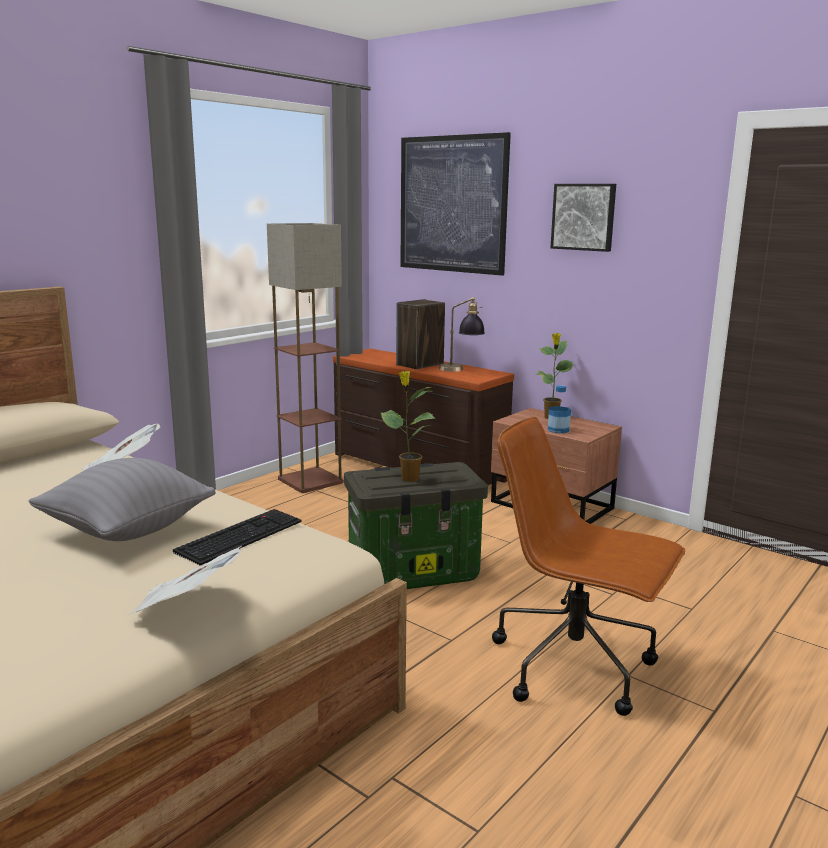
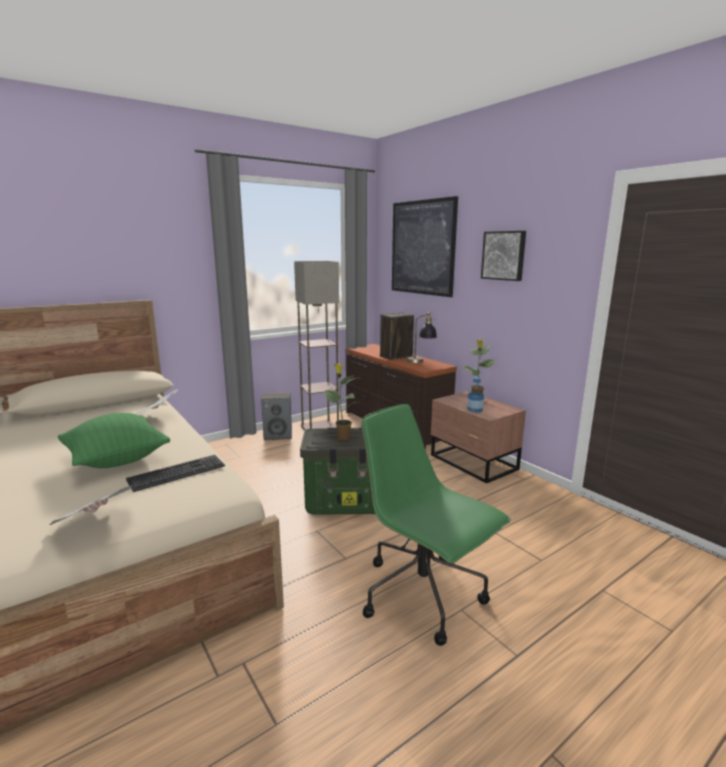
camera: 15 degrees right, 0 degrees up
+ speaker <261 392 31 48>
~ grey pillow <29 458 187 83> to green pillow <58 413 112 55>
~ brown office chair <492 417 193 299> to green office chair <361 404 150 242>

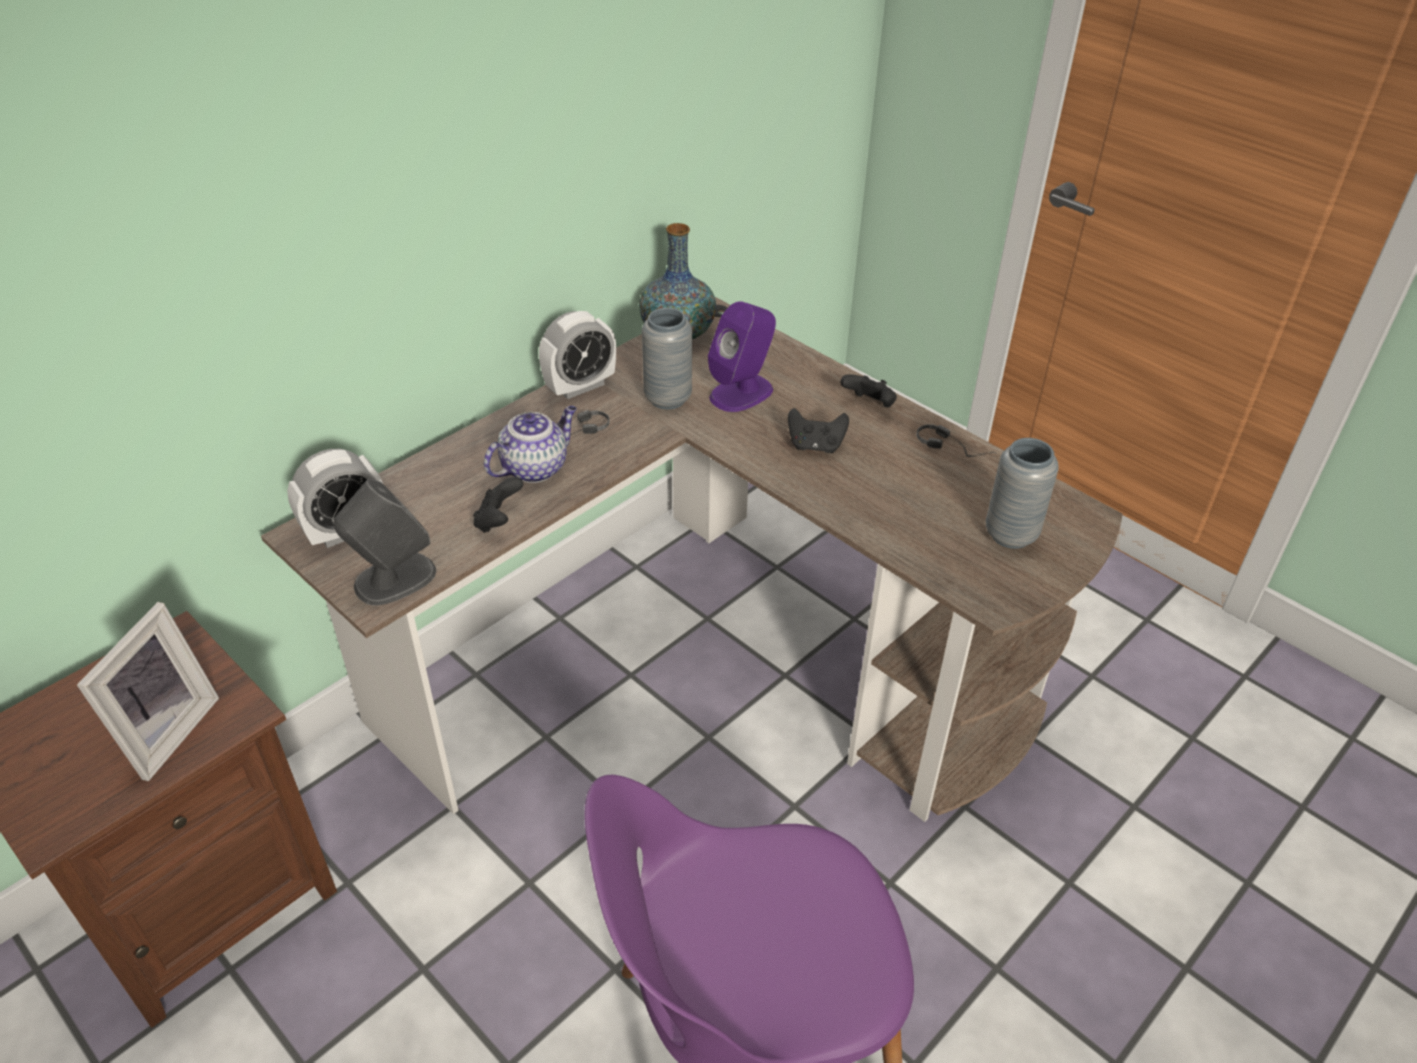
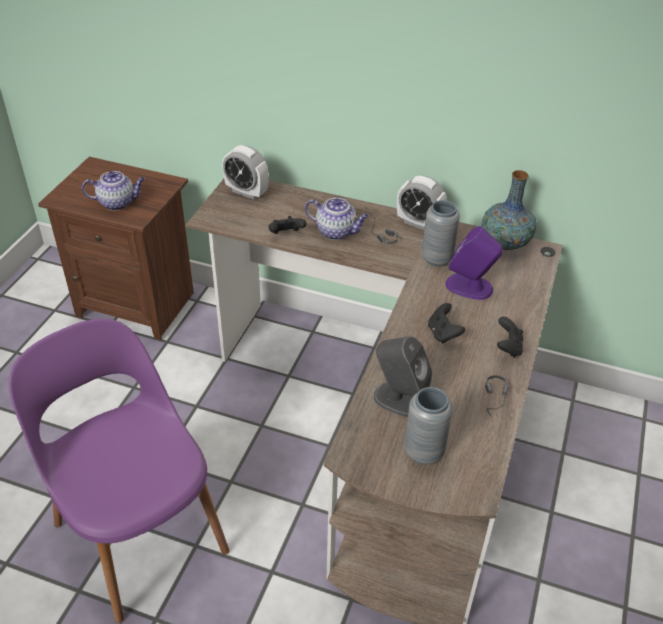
camera: 65 degrees right, 0 degrees up
~ grey speaker <334 479 102 127> to <374 336 58 81>
~ picture frame <77 602 142 179> to teapot <82 171 63 39>

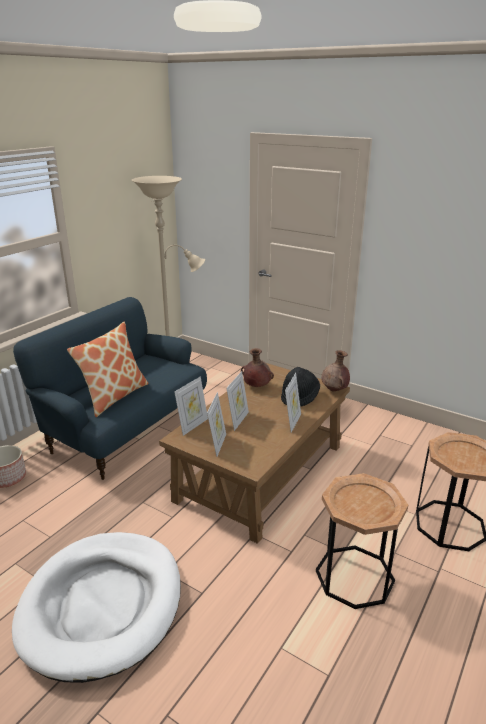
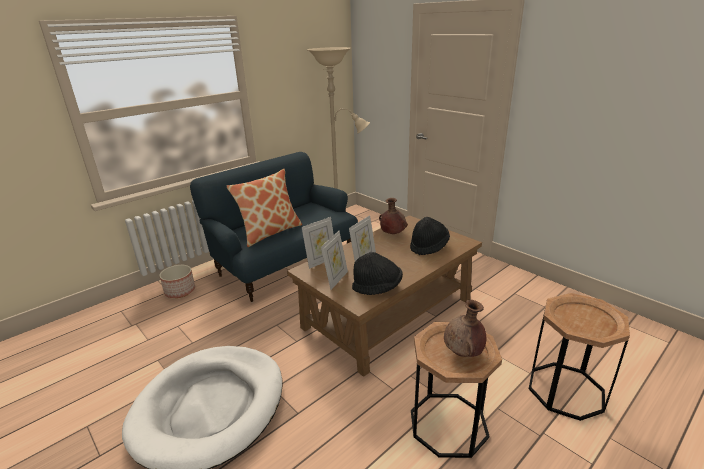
camera: 15 degrees right, 0 degrees up
- picture frame <285 373 16 60>
+ black hat <352 252 51 43>
~ brown vase <321 350 29 41> to <444 300 42 57>

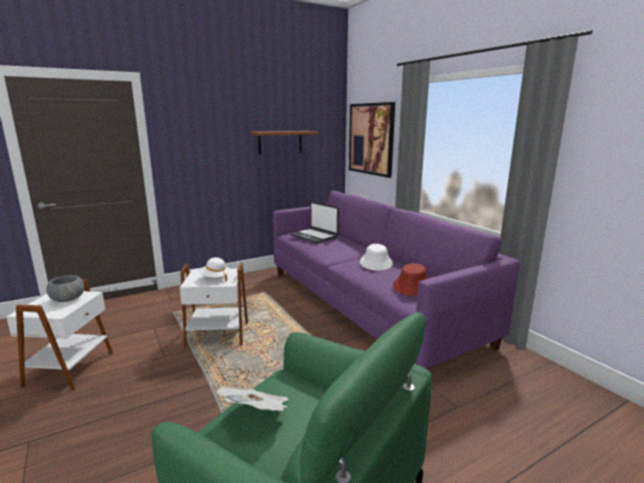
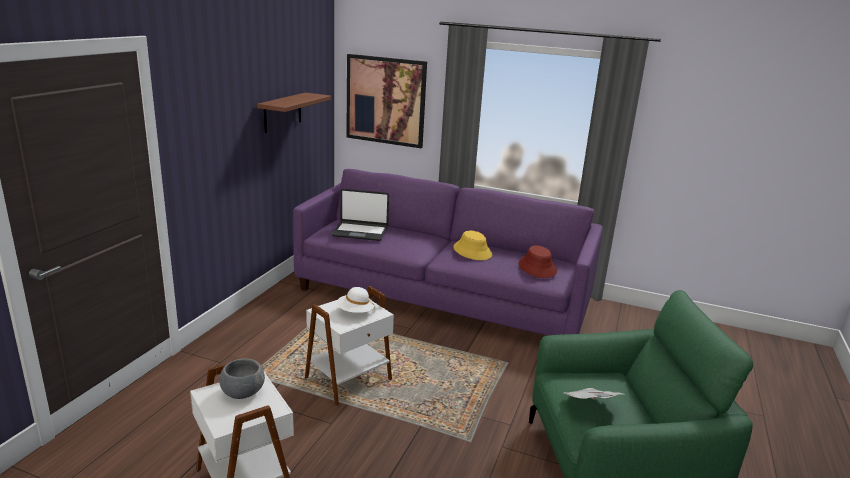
camera: 40 degrees left, 5 degrees up
~ white hat <360 244 33 27> to yellow hat <453 230 39 30>

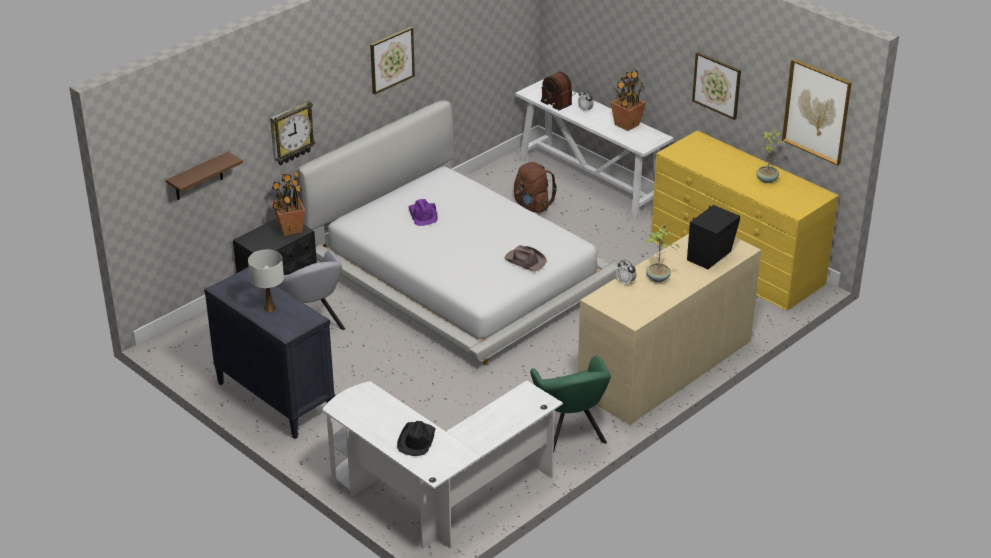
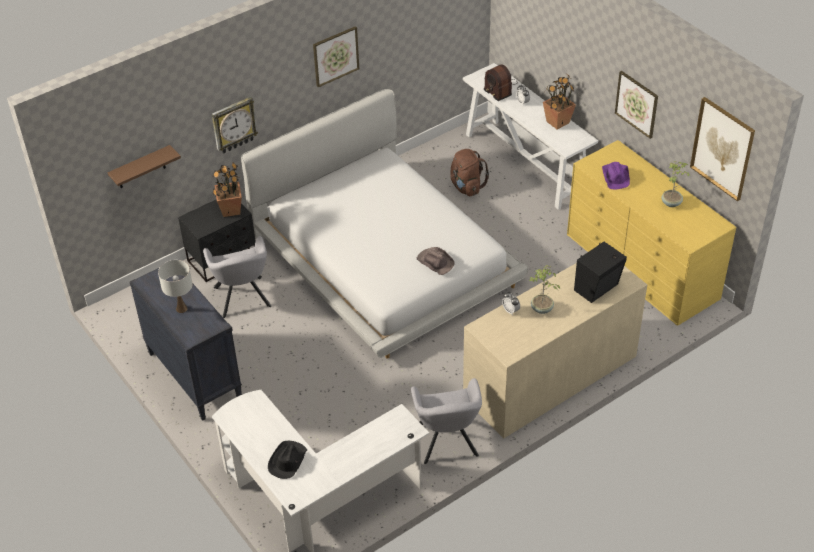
camera: 10 degrees right, 10 degrees up
~ purple hat <408 199 30 27> to <602 162 28 27>
~ green armchair <530 356 81 94> to grey armchair <411 378 71 86>

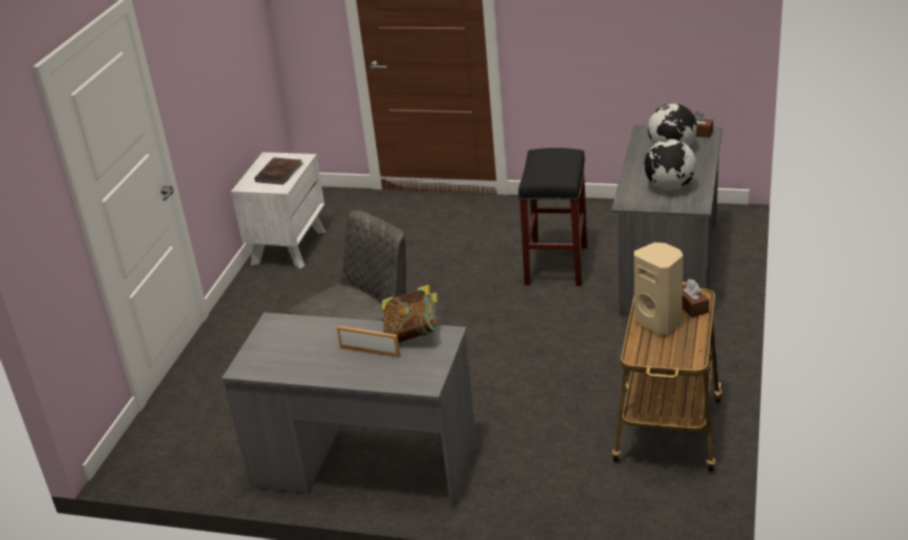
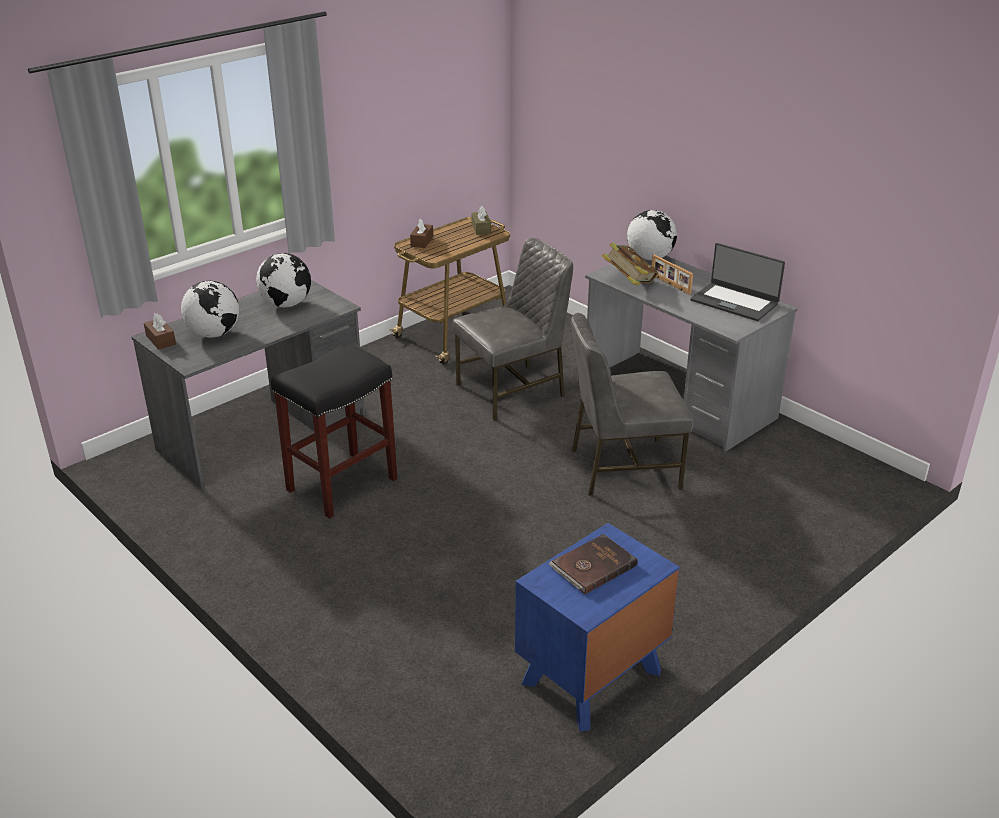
camera: 150 degrees left, 0 degrees up
- beige speaker <634 242 49 93>
+ grey chair <452 238 121 183>
+ brown tissue box <471 206 20 29>
+ globe <627 210 50 50>
+ laptop <690 243 95 78>
~ white nightstand <231 152 95 117> to blue nightstand <515 523 165 209>

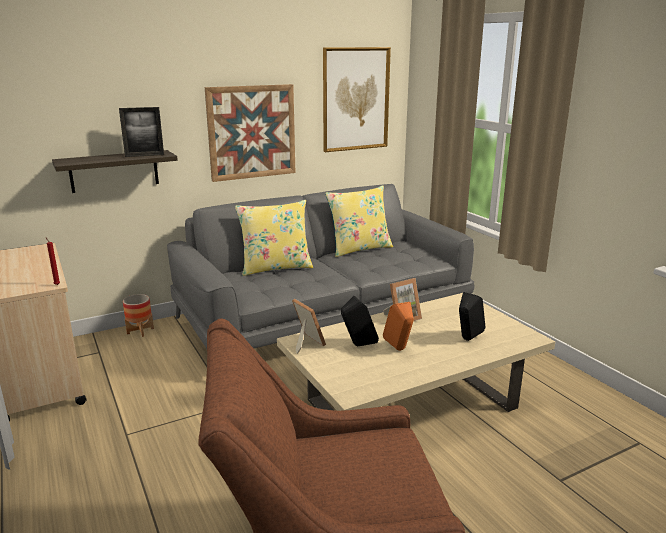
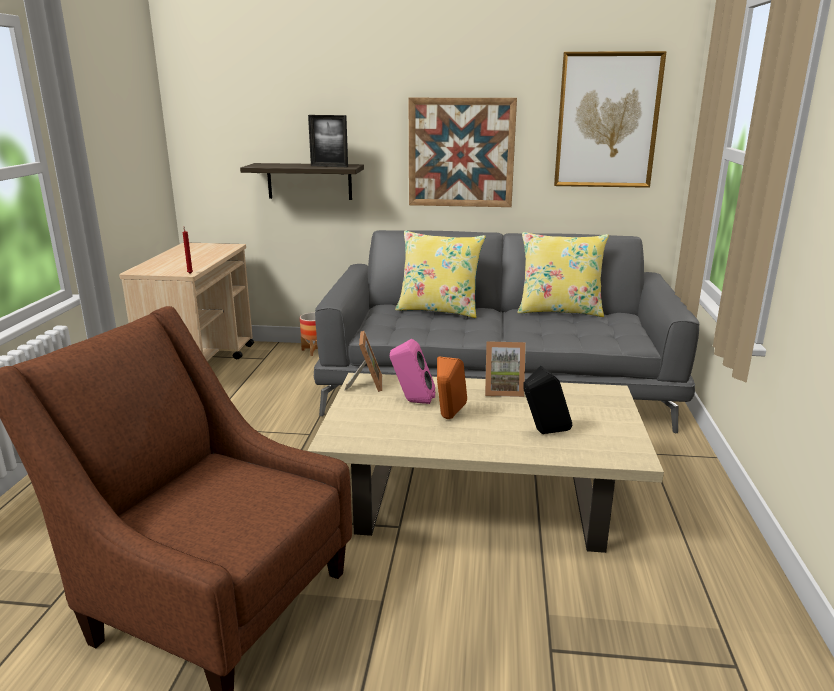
camera: 35 degrees right, 0 degrees up
~ black speaker <341 296 38 50> to pink speaker <390 339 45 65>

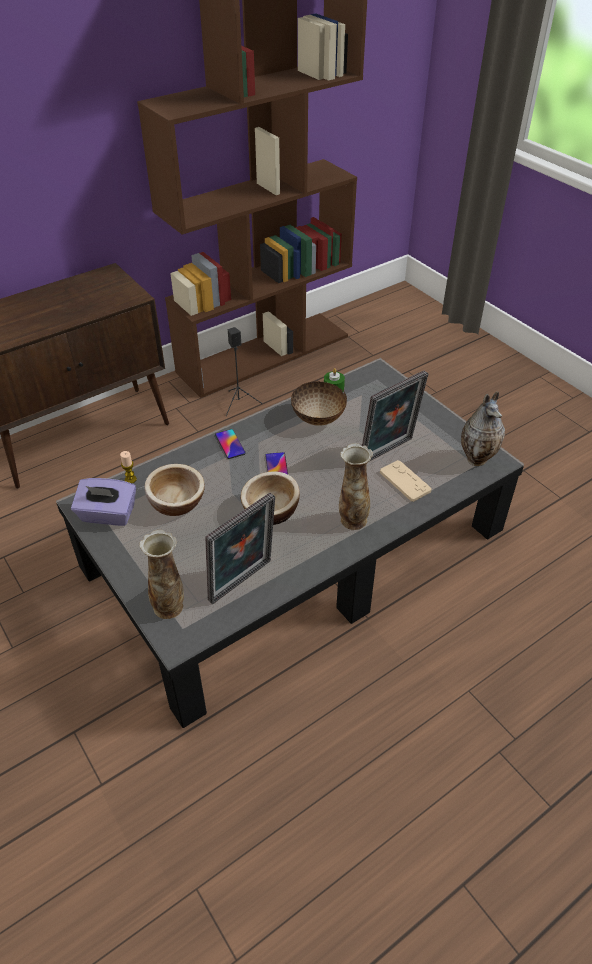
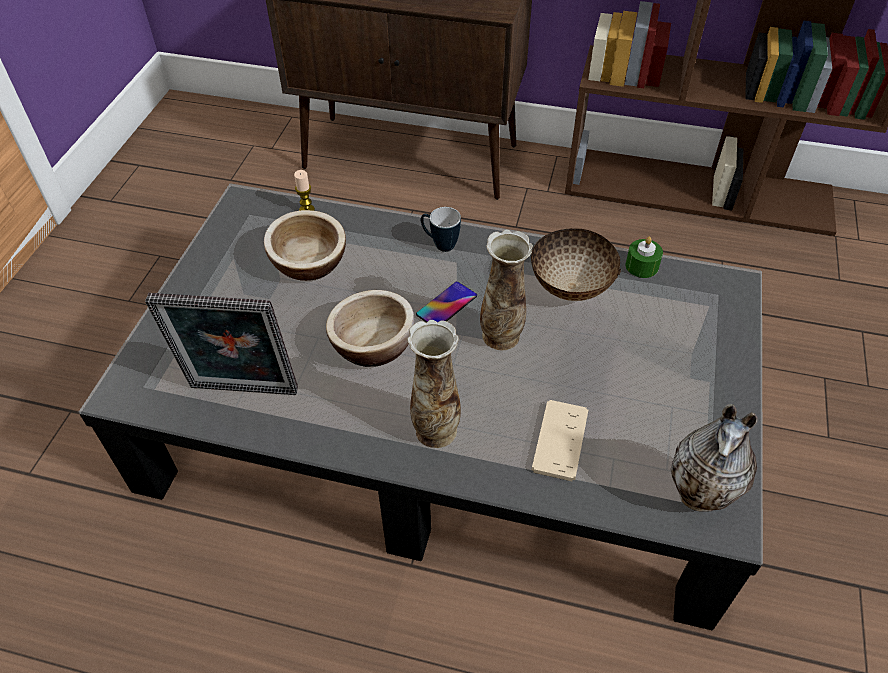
camera: 50 degrees right, 5 degrees up
- purple tissue box <71 478 65 48>
- black speaker <226 327 36 89>
- picture frame <362 370 66 91>
~ vase <139 530 45 89> to <480 229 53 121>
~ phone <215 429 31 30> to mug <421 207 40 45>

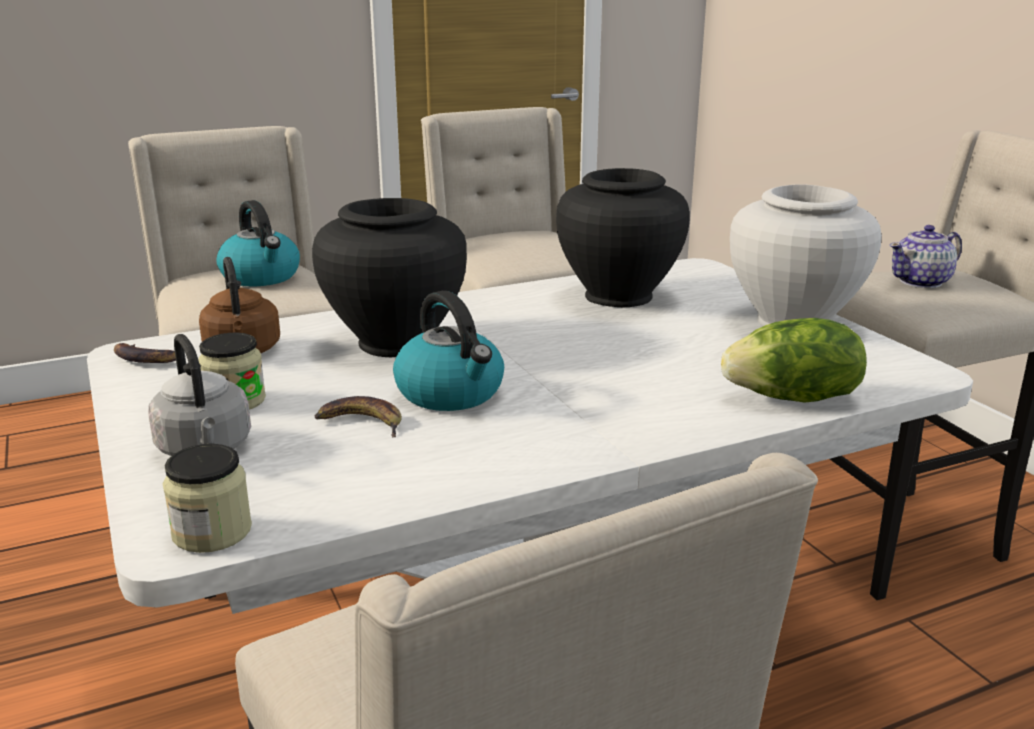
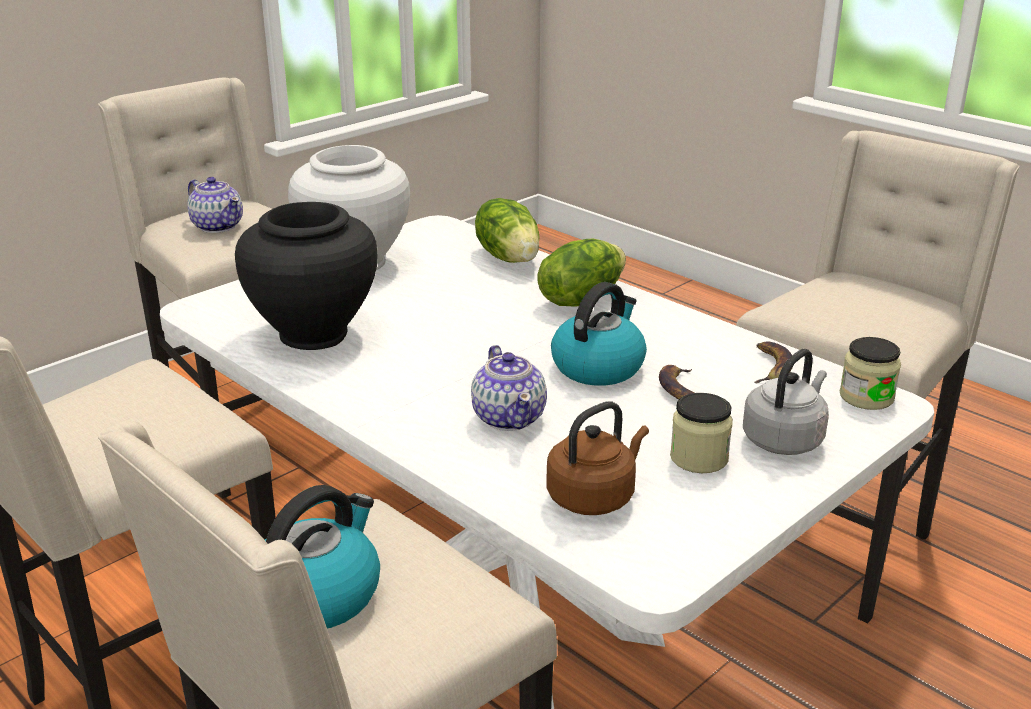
camera: 110 degrees left, 5 degrees up
+ lettuce <537 239 89 68>
~ banana <114 343 62 20> to <754 341 39 42>
~ black vase <312 198 155 159> to teapot <471 345 76 86>

